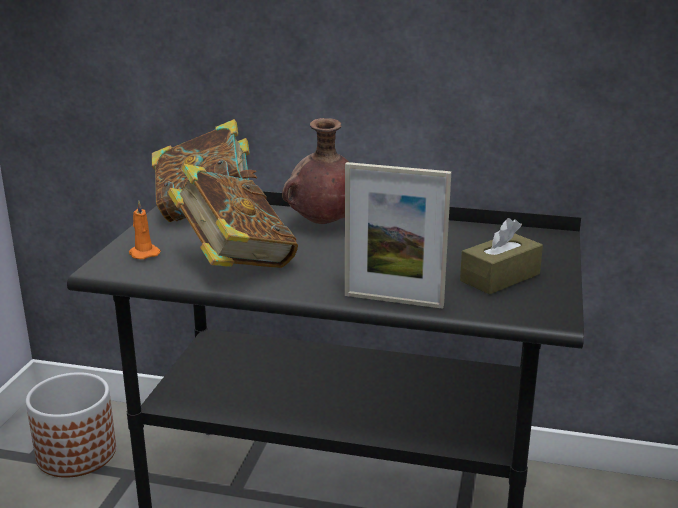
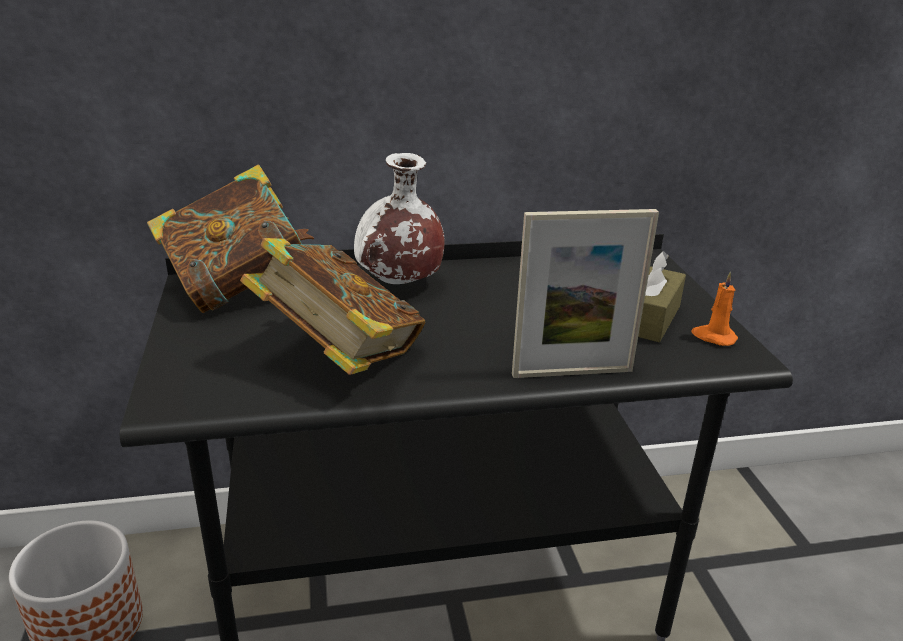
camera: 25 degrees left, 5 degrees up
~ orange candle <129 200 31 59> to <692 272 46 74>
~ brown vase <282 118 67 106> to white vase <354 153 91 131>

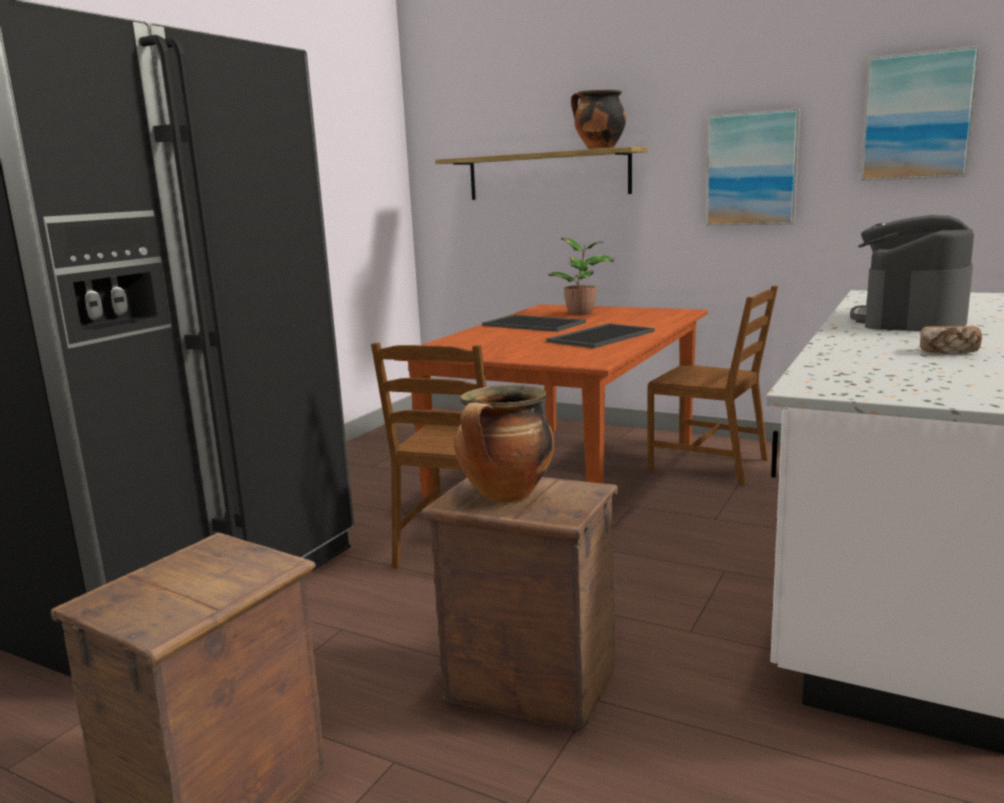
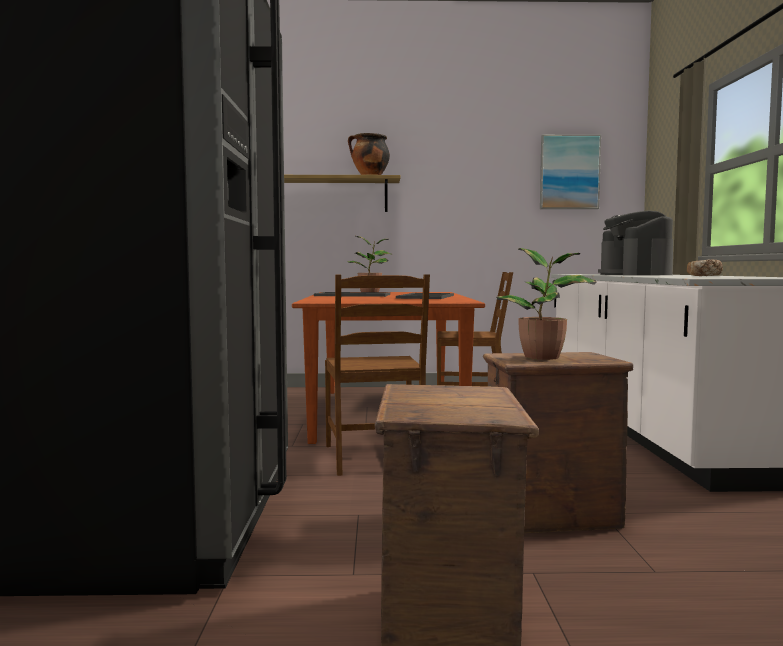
camera: 30 degrees left, 10 degrees down
- picture <706 108 94 118>
~ cooking pot <454 385 101 118> to potted plant <496 248 101 112>

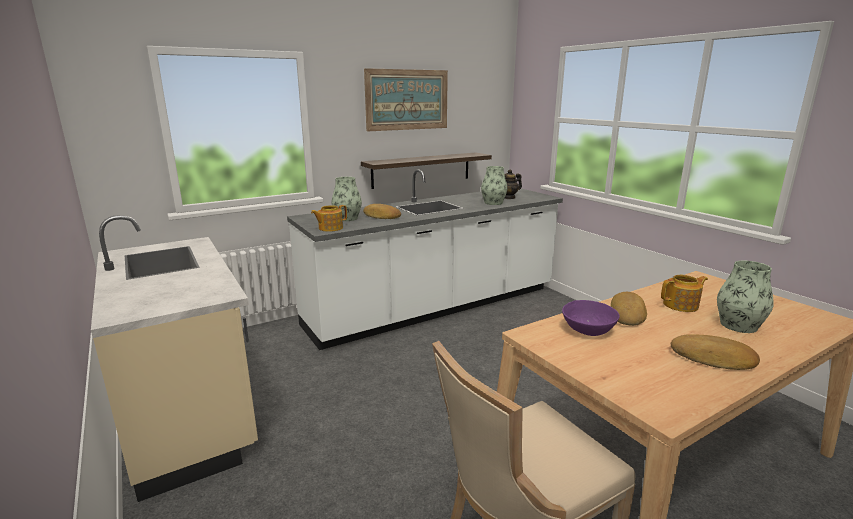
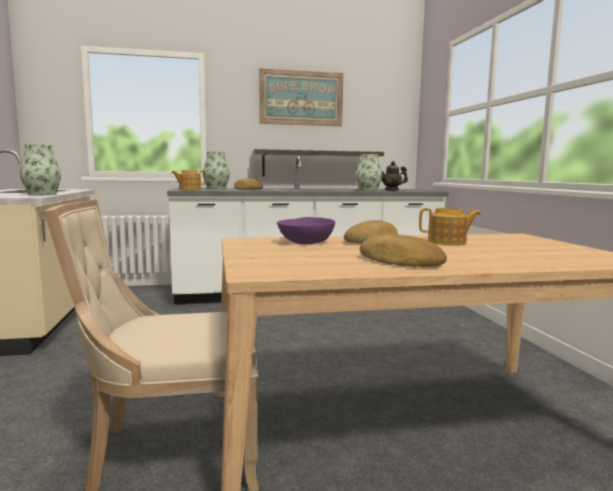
camera: 20 degrees right, 10 degrees down
~ vase <717 261 57 72> to <20 144 41 51>

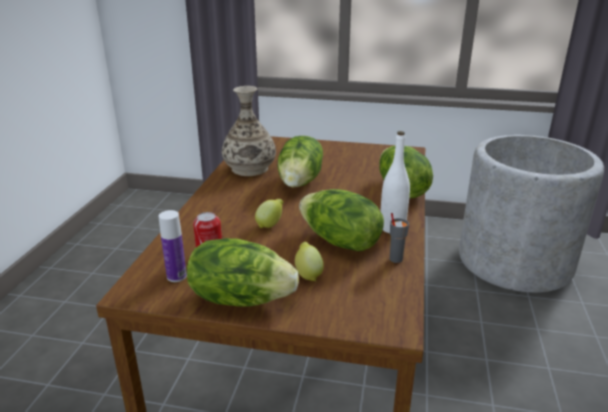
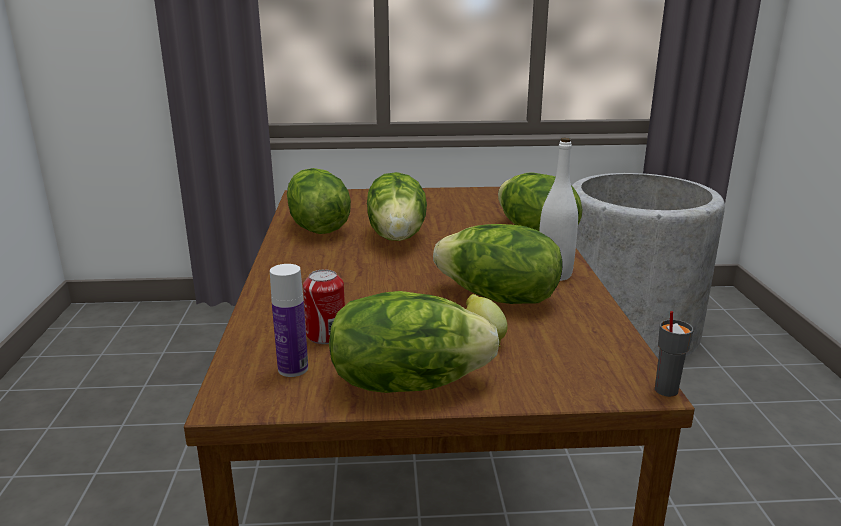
camera: 15 degrees left, 5 degrees down
- lemon <255 199 28 29>
~ grey cup <390 213 19 50> to <655 311 39 86>
~ vase <222 86 54 90> to lettuce <287 168 64 66>

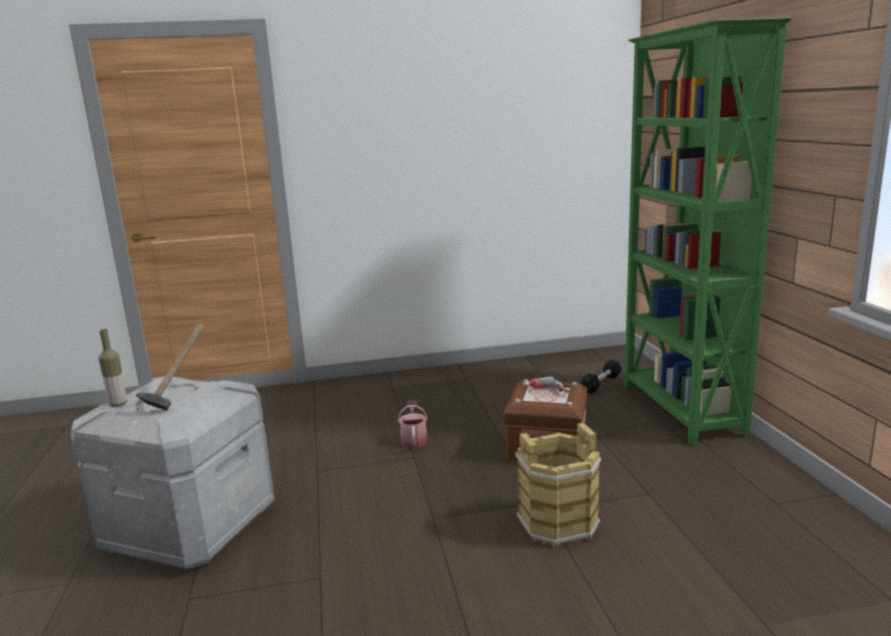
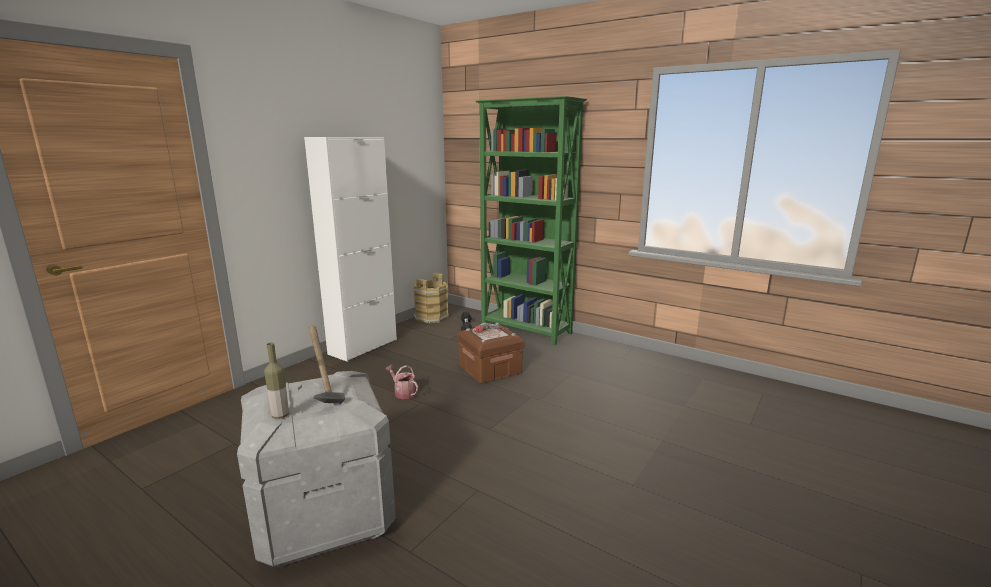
camera: 45 degrees left, 0 degrees up
+ white cabinet <304 137 93 225>
~ brown bucket <515 422 86 125> to <413 273 36 50>

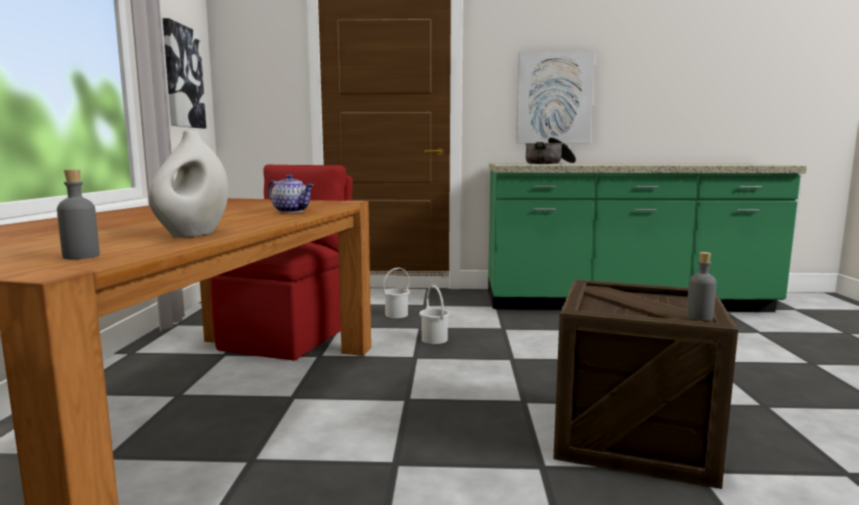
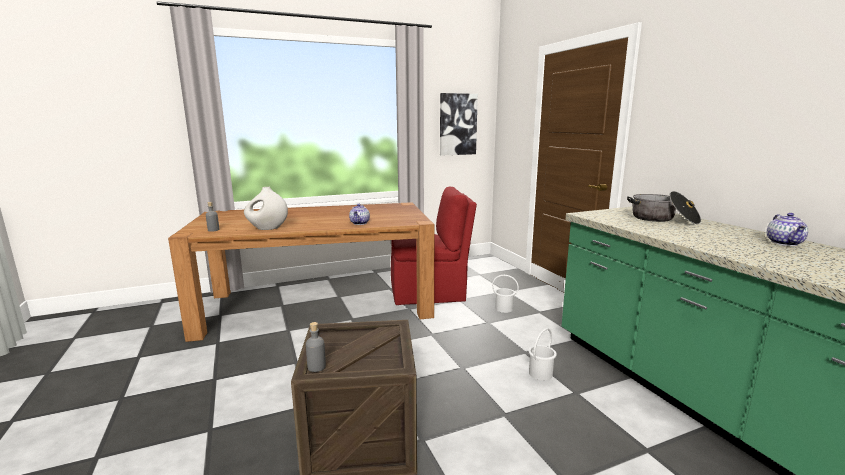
camera: 65 degrees right, 5 degrees up
- picture <516 52 79 92>
+ teapot <767 213 41 33>
~ white bucket <419 285 31 59> to <528 328 29 53>

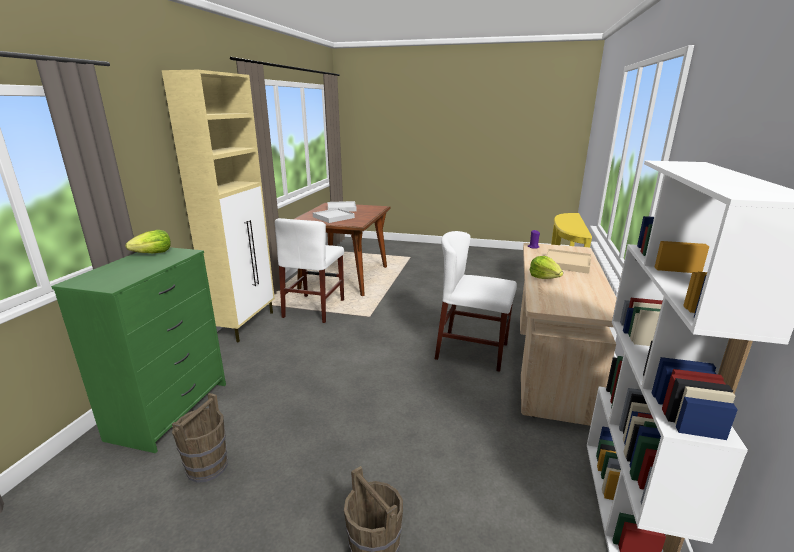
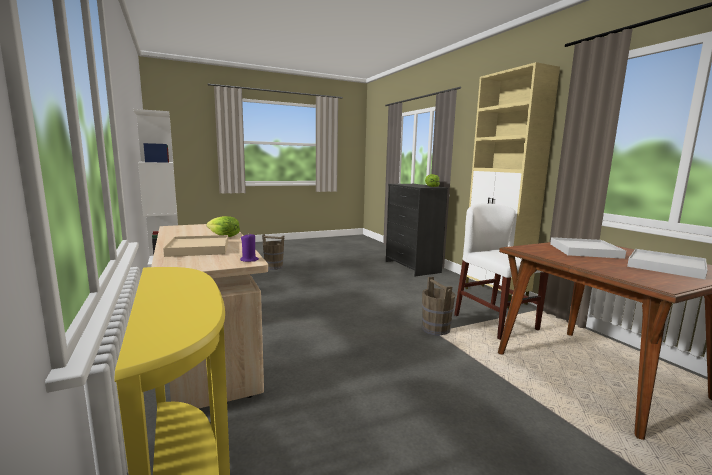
camera: 140 degrees right, 10 degrees down
- white chair <435 231 82 141>
~ brown bucket <172 393 56 90> to <422 276 33 60>
~ green dresser <51 247 175 206> to black dresser <386 184 62 92>

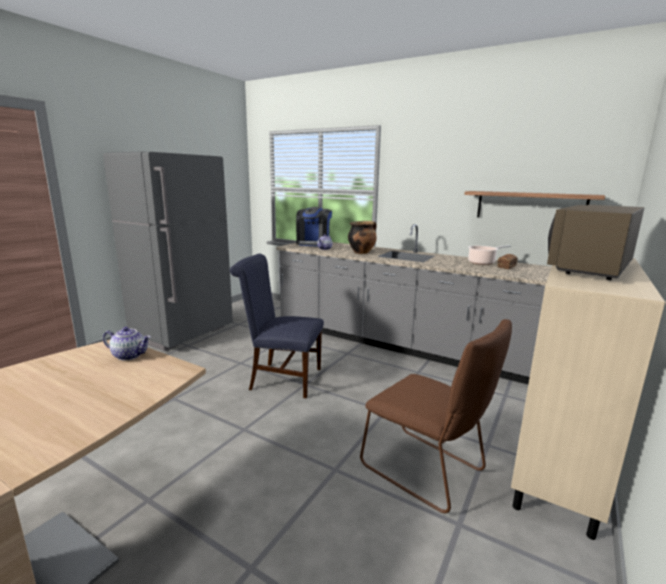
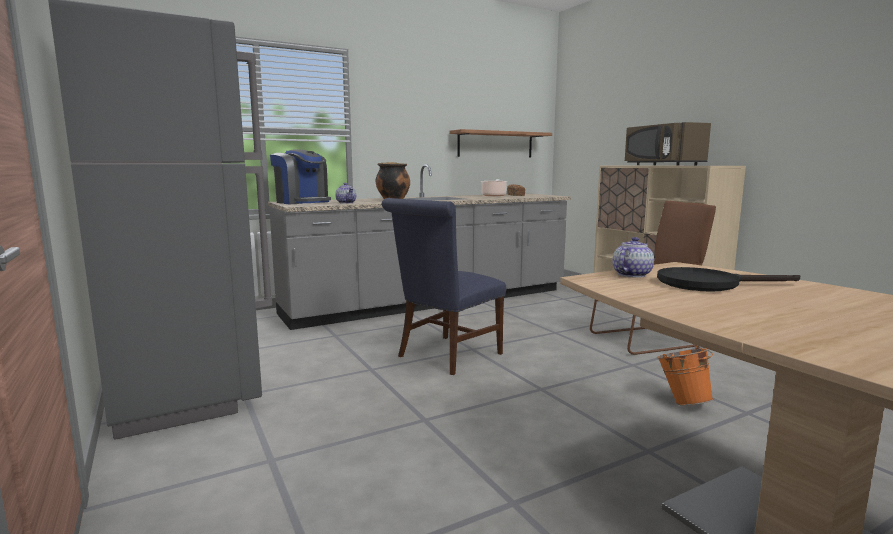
camera: 60 degrees left, 5 degrees down
+ black frying pan <657 267 143 25>
+ orange bucket <657 346 56 59>

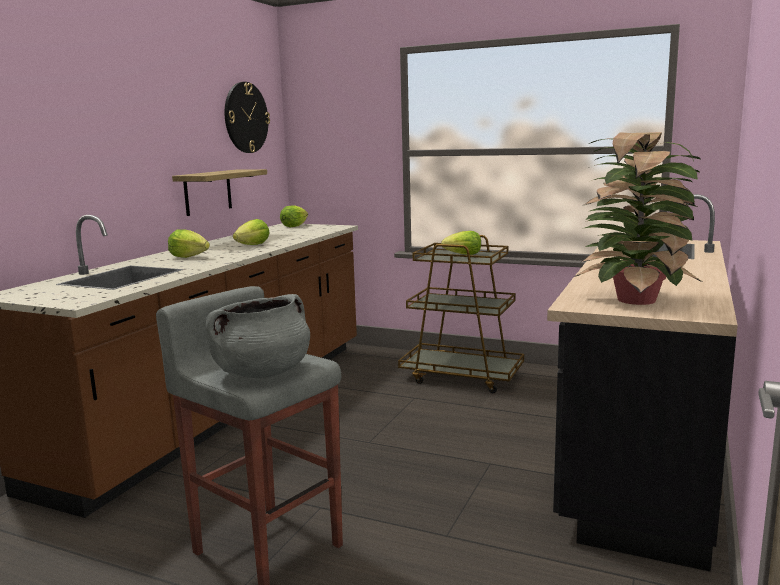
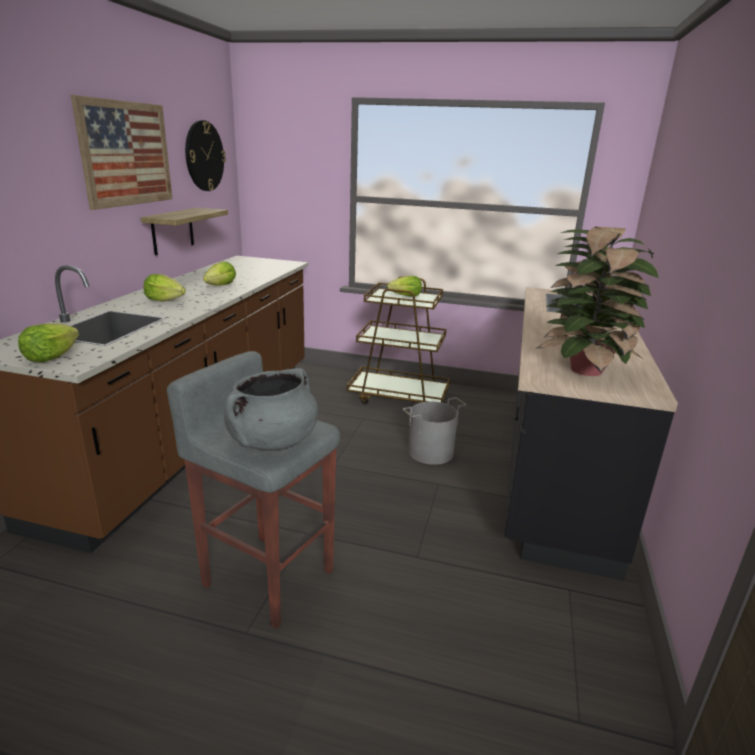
camera: 10 degrees left, 10 degrees up
+ picture <71 95 101 115>
+ grey bucket <403 397 63 68>
~ lettuce <280 205 28 22> to <18 324 61 38>

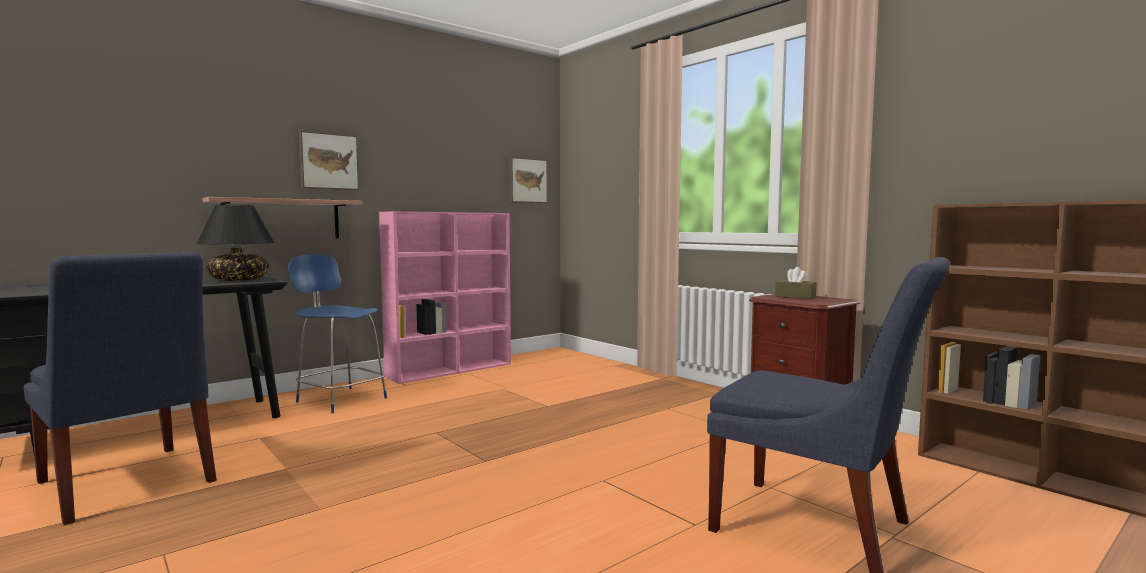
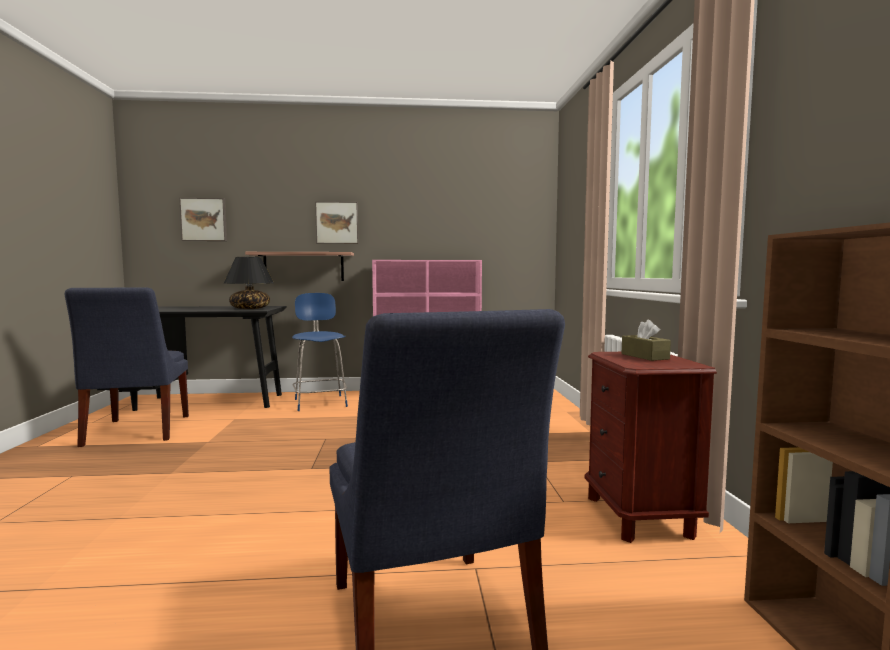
camera: 35 degrees right, 0 degrees up
~ picture <509 157 39 46> to <179 198 48 43>

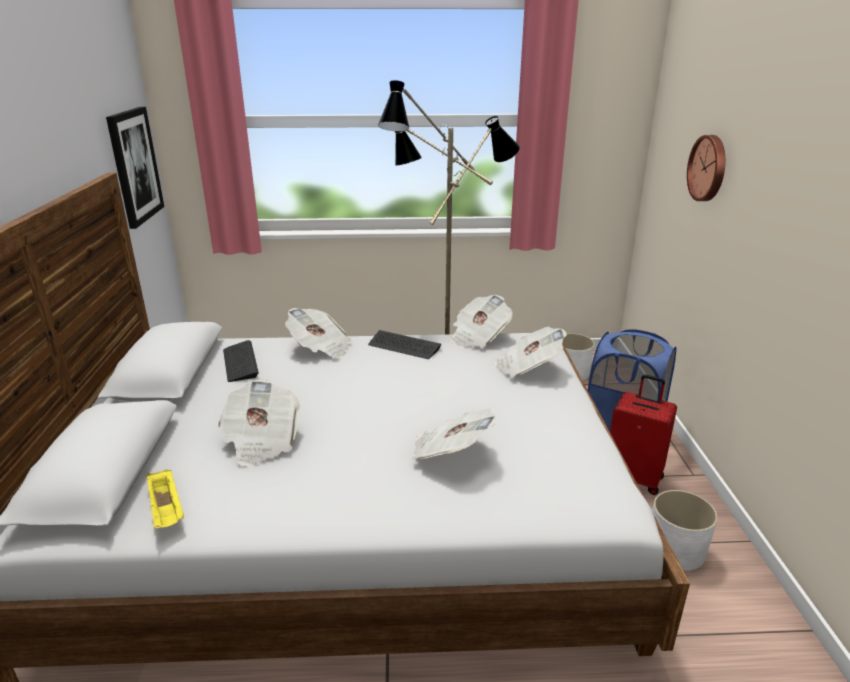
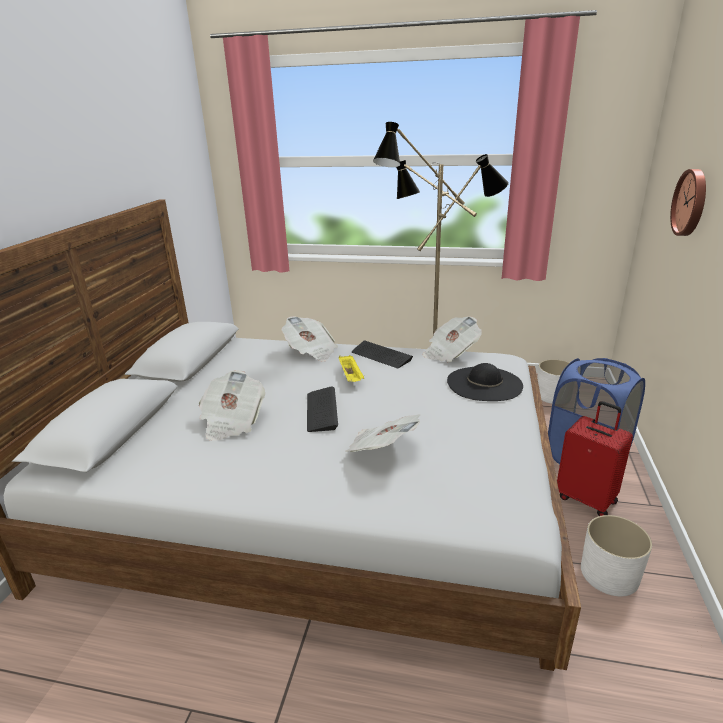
camera: 15 degrees right, 0 degrees up
- picture <106 107 58 122>
~ yellow tray <147 469 37 59> to <339 355 25 27>
~ keyboard <223 340 36 42> to <307 386 31 46>
~ newspaper <492 327 75 50> to black hat <447 363 76 38>

